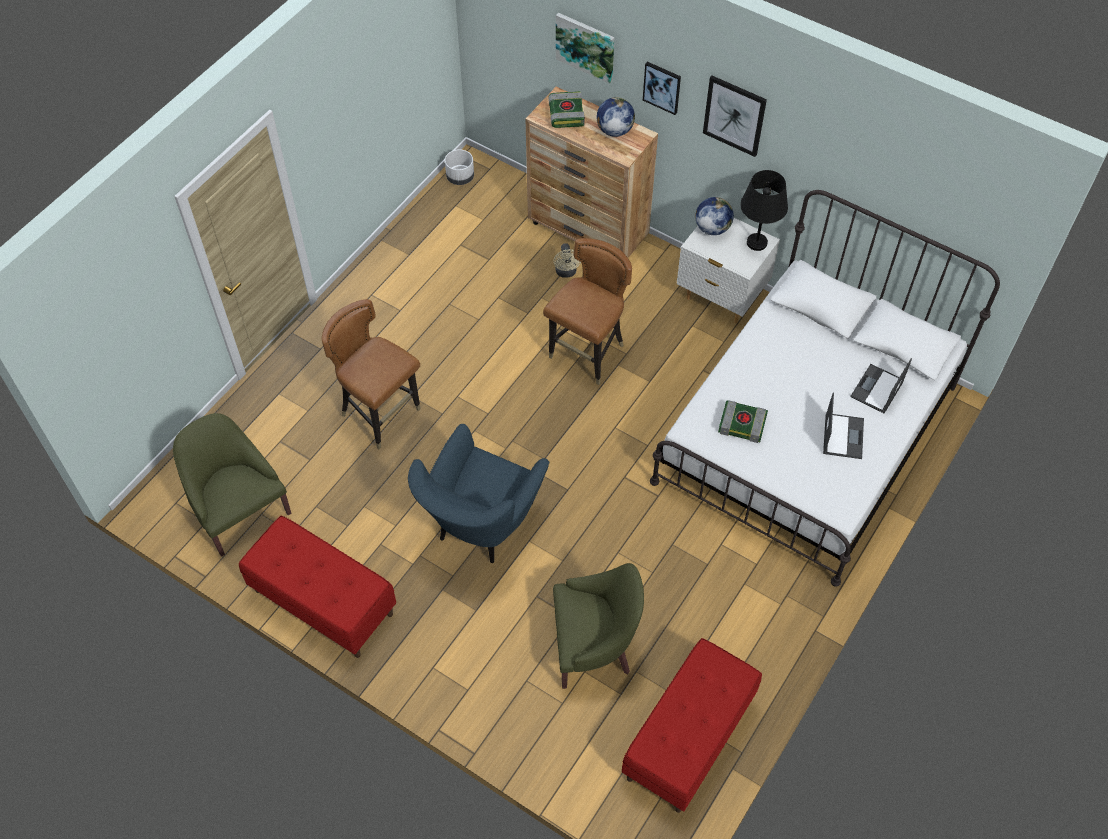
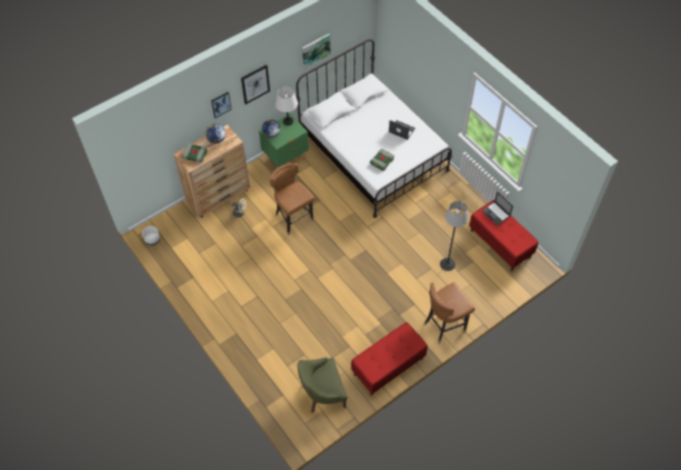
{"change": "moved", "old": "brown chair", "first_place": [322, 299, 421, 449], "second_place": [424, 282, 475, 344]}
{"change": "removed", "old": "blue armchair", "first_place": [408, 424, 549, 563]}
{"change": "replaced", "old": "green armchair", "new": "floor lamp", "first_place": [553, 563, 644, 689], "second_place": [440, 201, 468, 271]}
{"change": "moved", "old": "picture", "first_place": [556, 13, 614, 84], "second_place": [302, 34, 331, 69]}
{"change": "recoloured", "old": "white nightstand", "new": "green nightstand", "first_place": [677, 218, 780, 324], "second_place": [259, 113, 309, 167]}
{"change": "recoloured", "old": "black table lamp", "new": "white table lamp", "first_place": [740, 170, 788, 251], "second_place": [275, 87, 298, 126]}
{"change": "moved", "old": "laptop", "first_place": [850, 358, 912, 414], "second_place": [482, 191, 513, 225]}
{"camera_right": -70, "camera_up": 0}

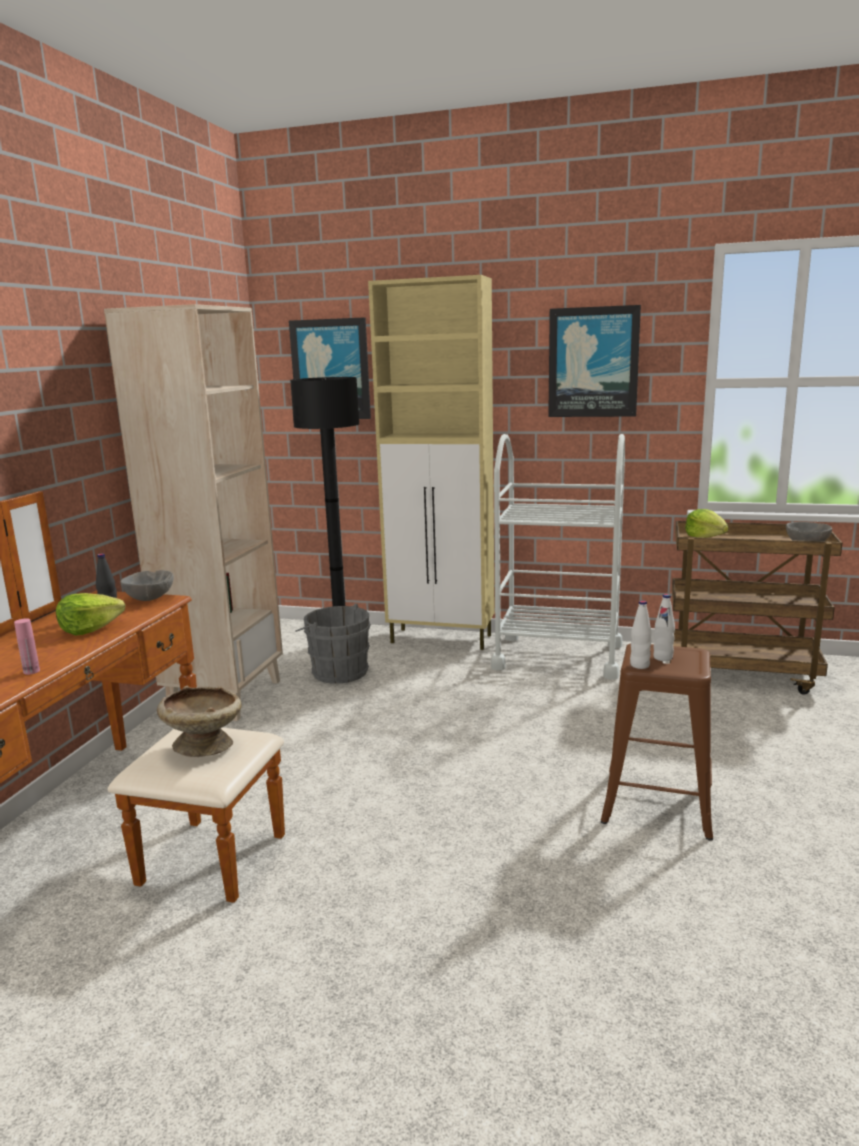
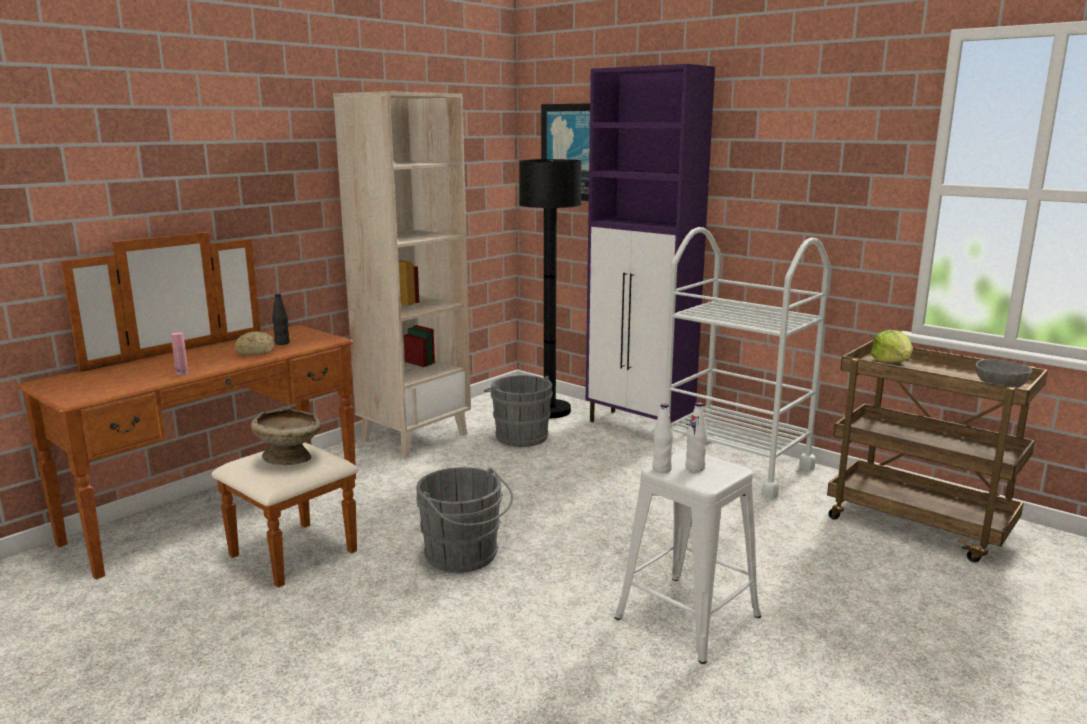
{"change": "replaced", "old": "lettuce", "new": "bread", "first_place": [56, 593, 125, 636], "second_place": [235, 332, 274, 355]}
{"change": "removed", "old": "grey bowl", "first_place": [121, 570, 174, 601]}
{"change": "recoloured", "old": "beige cabinet", "new": "purple cabinet", "first_place": [368, 275, 495, 650], "second_place": [586, 64, 715, 429]}
{"change": "removed", "old": "picture", "first_place": [548, 305, 641, 417]}
{"change": "recoloured", "old": "brown stool", "new": "white stool", "first_place": [601, 643, 713, 841], "second_place": [615, 450, 761, 664]}
{"change": "added", "new": "grey bucket", "second_place": [416, 467, 513, 573]}
{"camera_right": 25, "camera_up": 0}

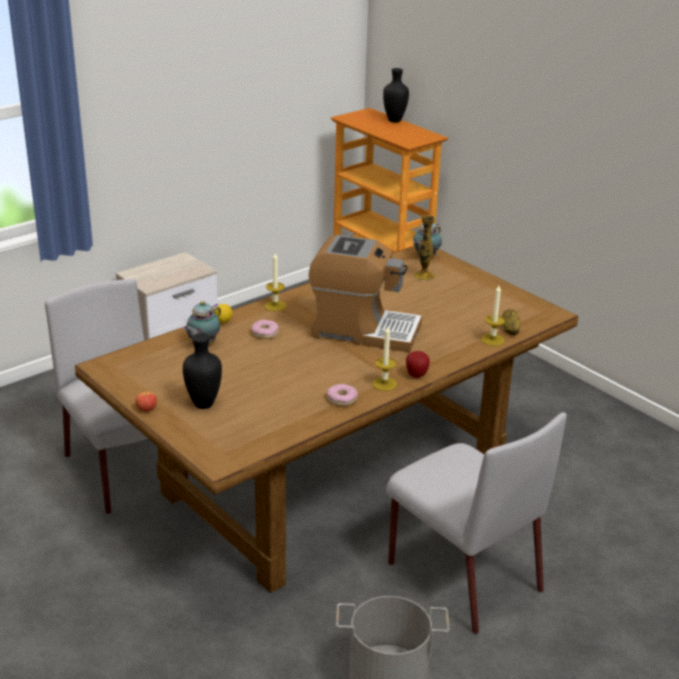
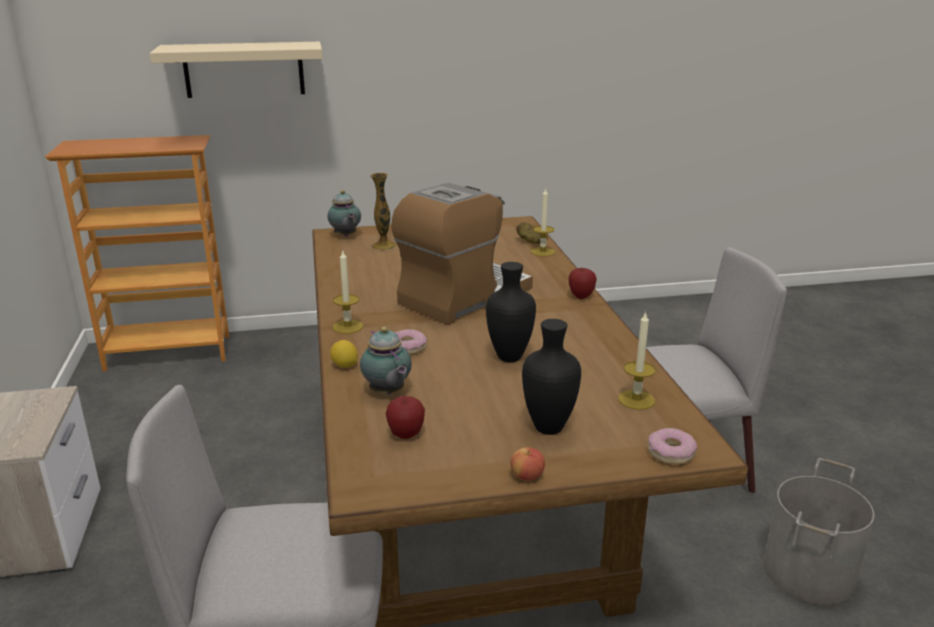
{"change": "moved", "old": "donut", "first_place": [327, 384, 358, 406], "second_place": [647, 428, 697, 464]}
{"change": "moved", "old": "candle", "first_place": [372, 326, 397, 391], "second_place": [618, 311, 656, 410]}
{"change": "moved", "old": "black vase", "first_place": [383, 68, 409, 123], "second_place": [486, 262, 536, 362]}
{"change": "added", "new": "beige shelf", "second_place": [149, 42, 323, 98]}
{"change": "added", "new": "apple", "second_place": [386, 396, 425, 439]}
{"camera_right": -60, "camera_up": -5}

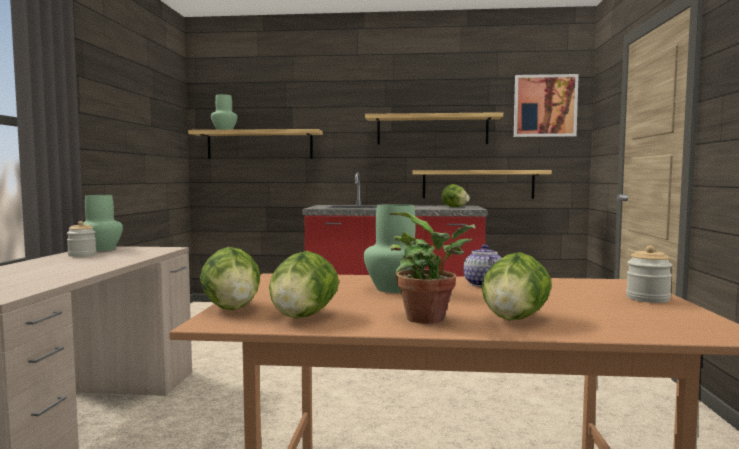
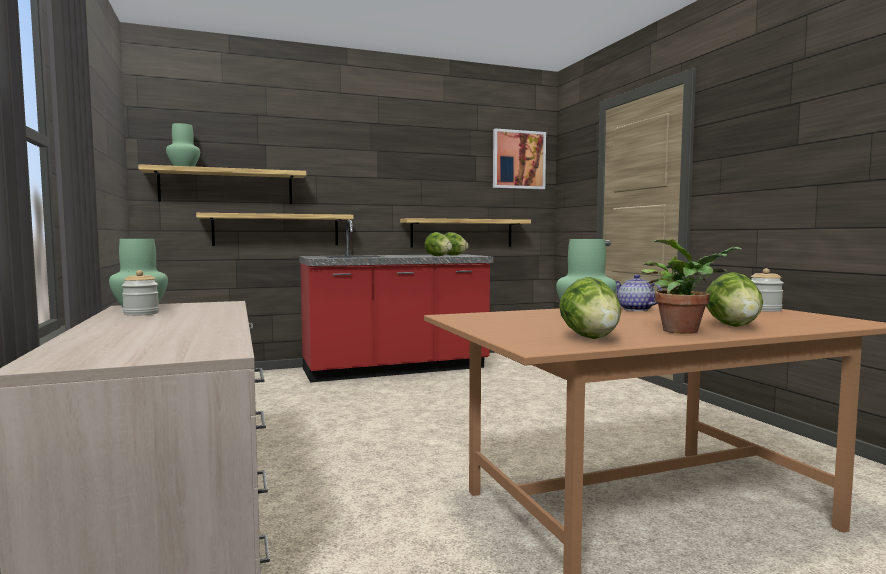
{"change": "moved", "old": "lettuce", "first_place": [200, 247, 260, 310], "second_place": [424, 232, 452, 256]}
{"change": "moved", "old": "shelf", "first_place": [365, 112, 503, 145], "second_place": [196, 213, 354, 246]}
{"camera_right": -25, "camera_up": 0}

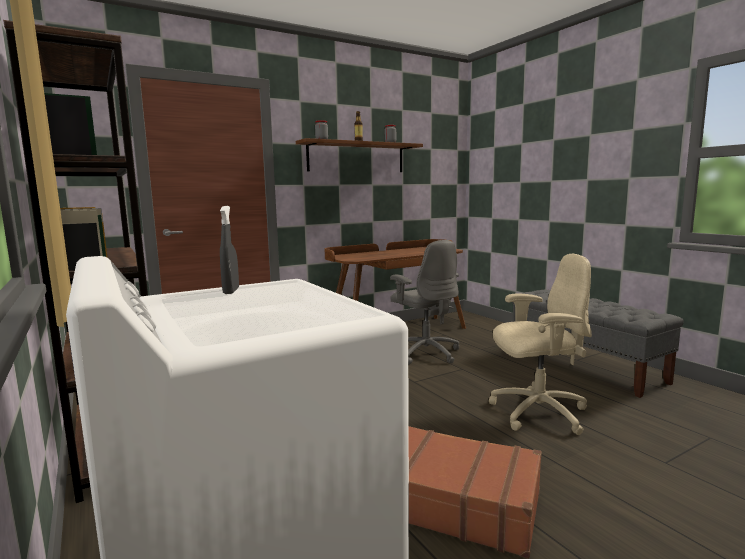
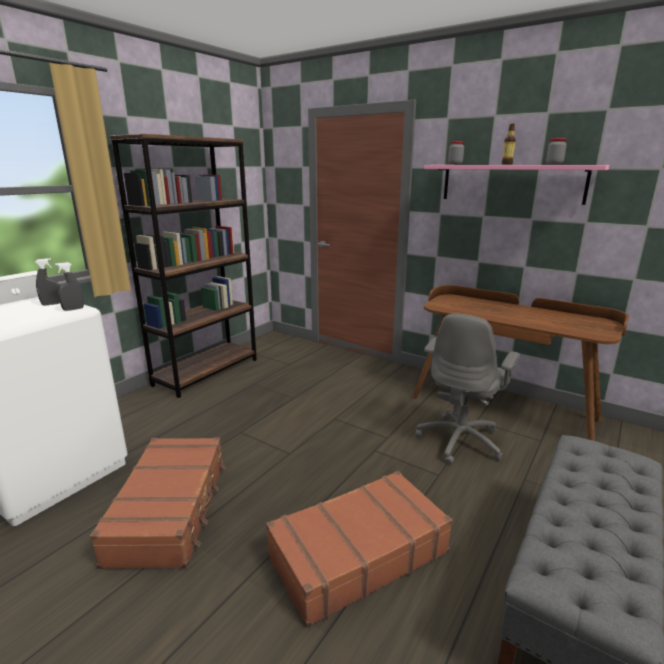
{"change": "recoloured", "old": "brown shelf", "new": "pink shelf", "first_place": [296, 138, 423, 172], "second_place": [424, 165, 609, 205]}
{"change": "replaced", "old": "beige office chair", "new": "brown suitcase", "first_place": [489, 254, 592, 435], "second_place": [266, 471, 453, 628]}
{"change": "added", "new": "grey spray bottle", "second_place": [55, 262, 84, 311]}
{"camera_right": 65, "camera_up": 10}

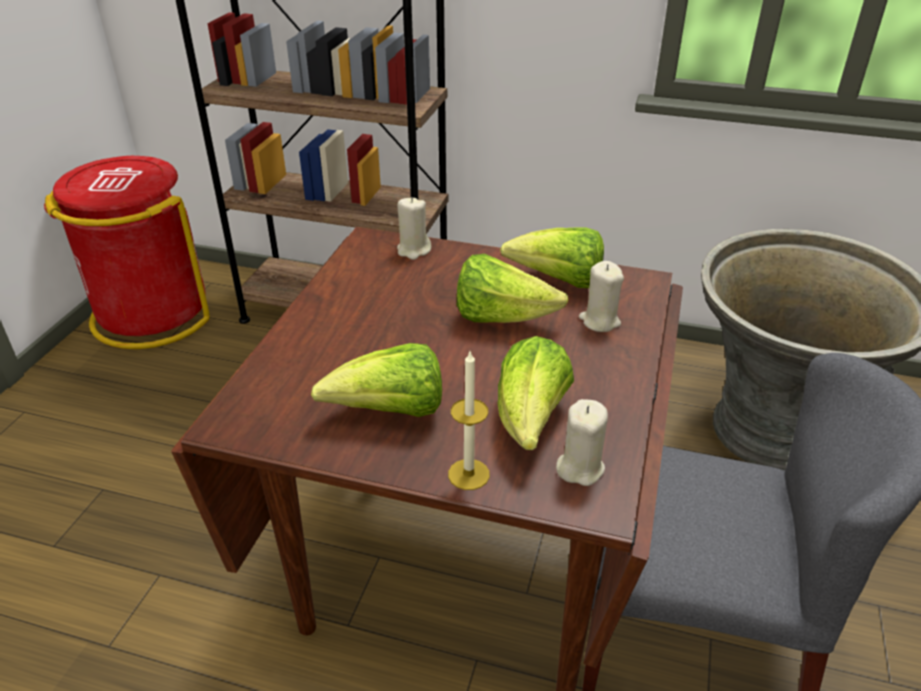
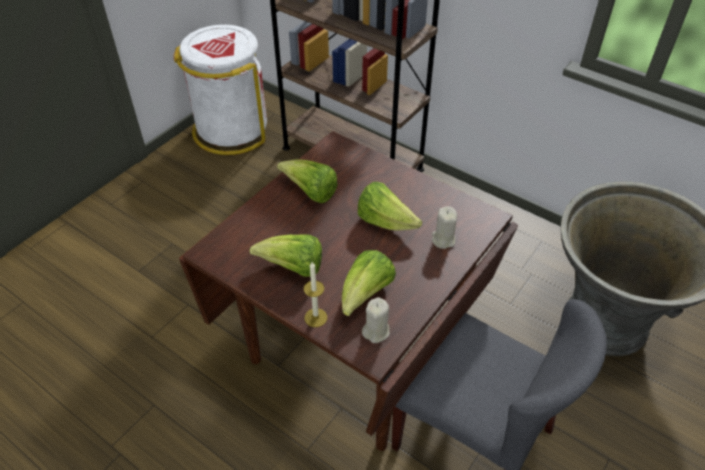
{"change": "recoloured", "old": "red trash can", "new": "white trash can", "first_place": [44, 156, 210, 349], "second_place": [173, 25, 267, 155]}
{"change": "removed", "old": "beige candle", "first_place": [397, 197, 432, 260]}
{"change": "moved", "old": "lettuce", "first_place": [500, 227, 604, 288], "second_place": [277, 159, 338, 203]}
{"camera_right": 20, "camera_up": 10}

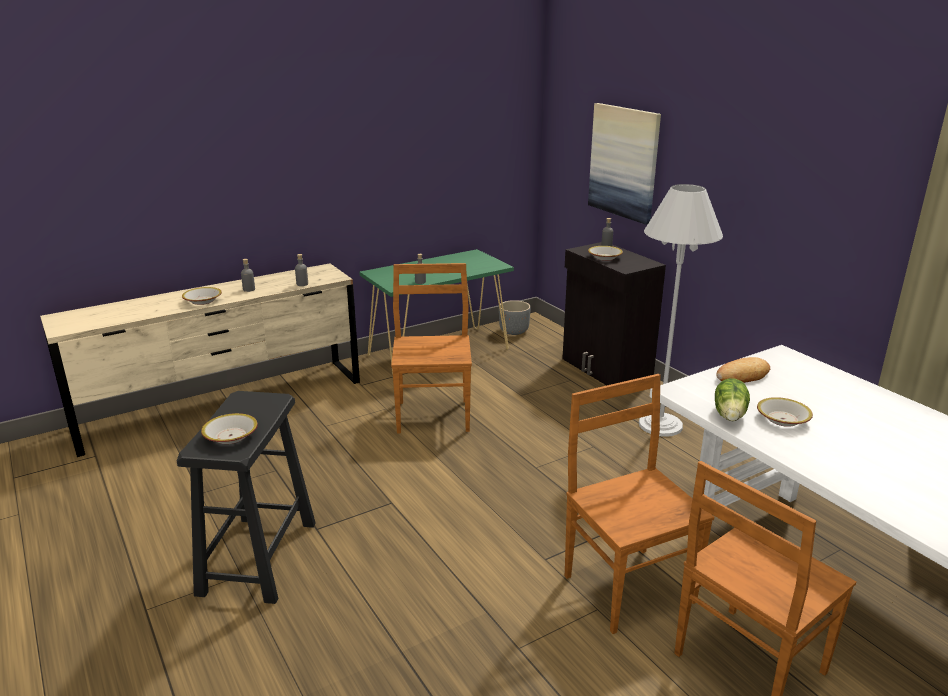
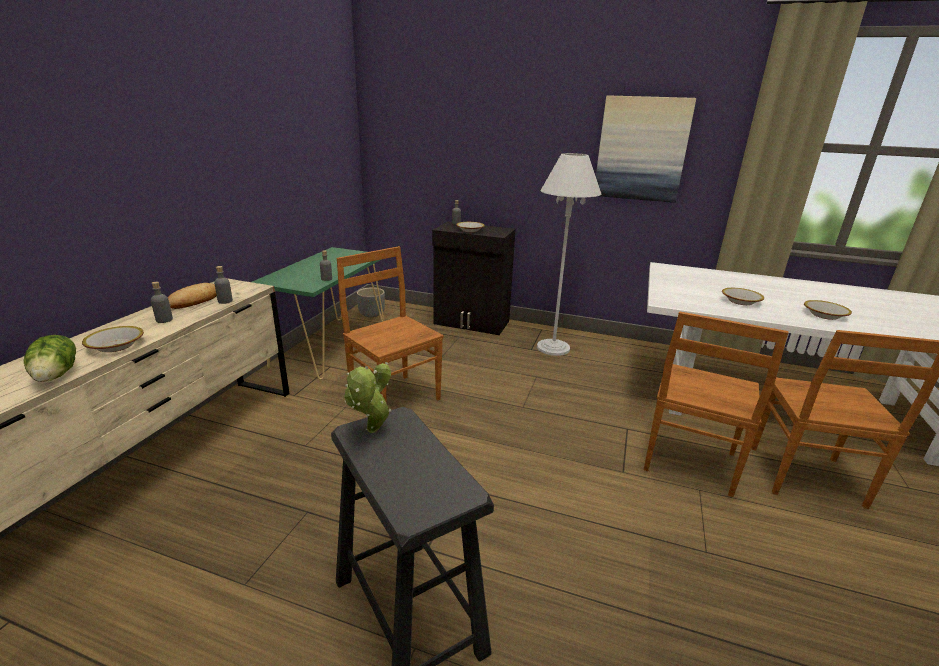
{"change": "moved", "old": "bowl", "first_place": [201, 413, 258, 444], "second_place": [804, 300, 852, 320]}
{"change": "turned", "old": "brown chair", "first_place": [565, 374, 714, 634], "second_place": [644, 312, 789, 497], "degrees": -90}
{"change": "moved", "old": "picture", "first_place": [588, 103, 661, 225], "second_place": [596, 95, 696, 203]}
{"change": "moved", "old": "lettuce", "first_place": [715, 378, 750, 421], "second_place": [24, 335, 76, 382]}
{"change": "moved", "old": "bread", "first_place": [716, 357, 770, 383], "second_place": [168, 283, 217, 309]}
{"change": "added", "new": "potted plant", "second_place": [344, 362, 391, 433]}
{"camera_right": -40, "camera_up": 0}

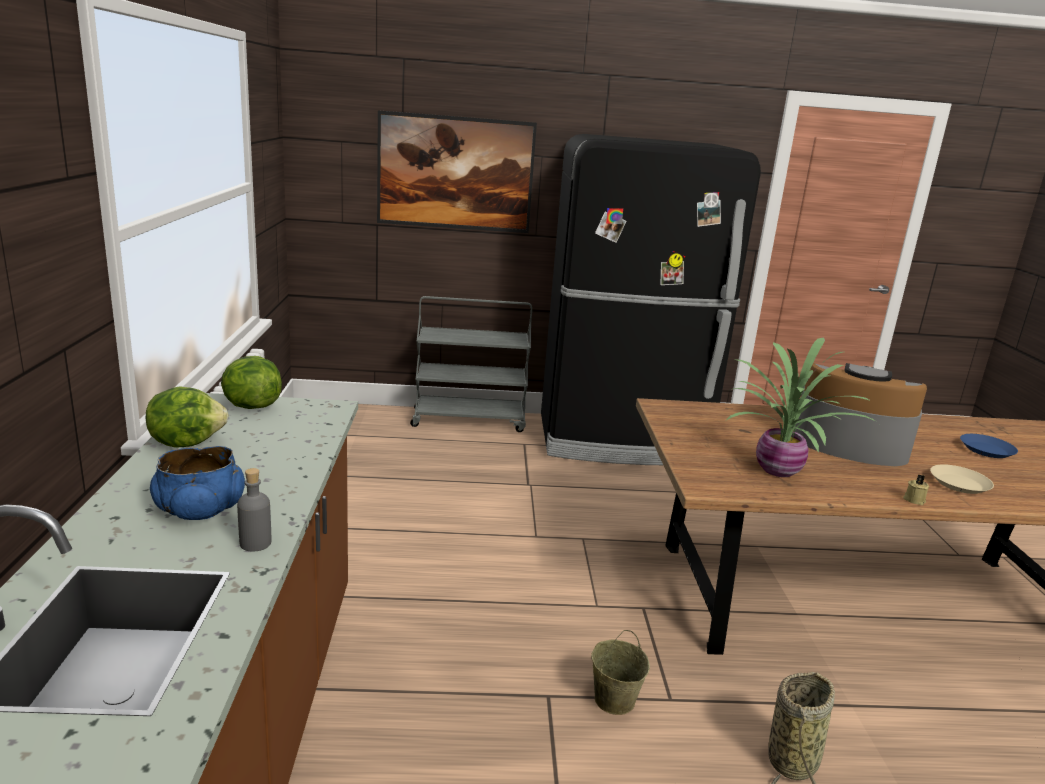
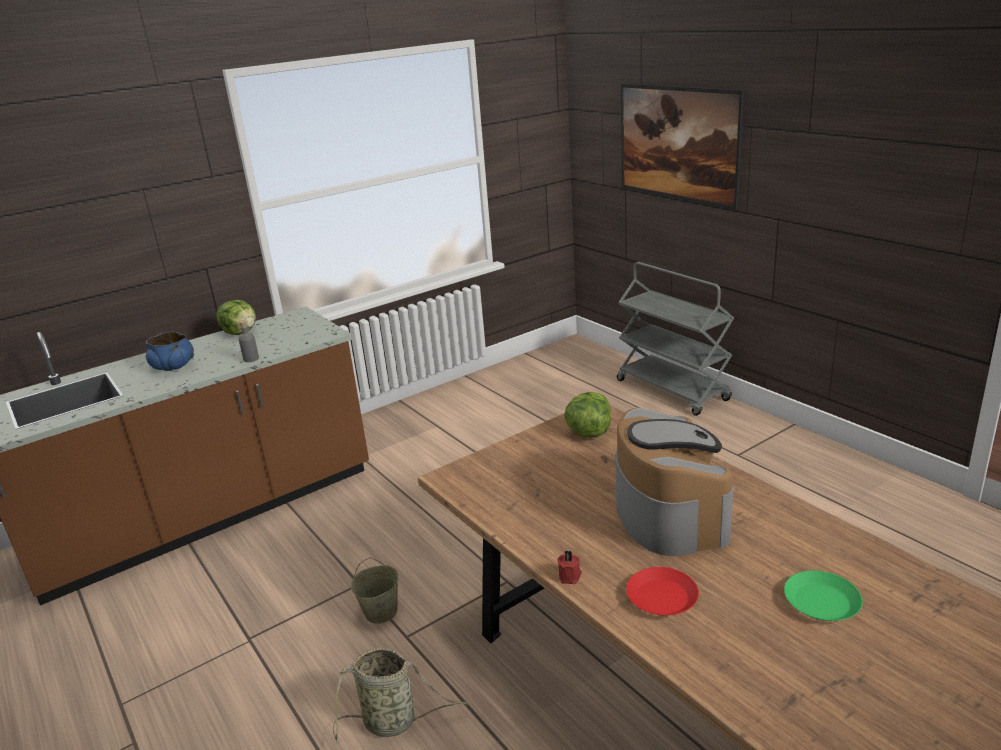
{"change": "moved", "old": "lettuce", "first_place": [221, 356, 282, 409], "second_place": [564, 392, 611, 438]}
{"change": "moved", "old": "grey bottle", "first_place": [237, 468, 271, 552], "second_place": [239, 320, 259, 362]}
{"change": "removed", "old": "black fridge", "first_place": [541, 134, 761, 465]}
{"change": "removed", "old": "potted plant", "first_place": [725, 337, 878, 477]}
{"change": "recoloured", "old": "beige candle", "new": "red candle", "first_place": [903, 474, 929, 505], "second_place": [557, 550, 582, 584]}
{"change": "recoloured", "old": "beige plate", "new": "red plate", "first_place": [930, 464, 994, 494], "second_place": [626, 567, 699, 616]}
{"change": "recoloured", "old": "blue plate", "new": "green plate", "first_place": [960, 434, 1018, 458], "second_place": [784, 570, 863, 621]}
{"camera_right": 60, "camera_up": 5}

